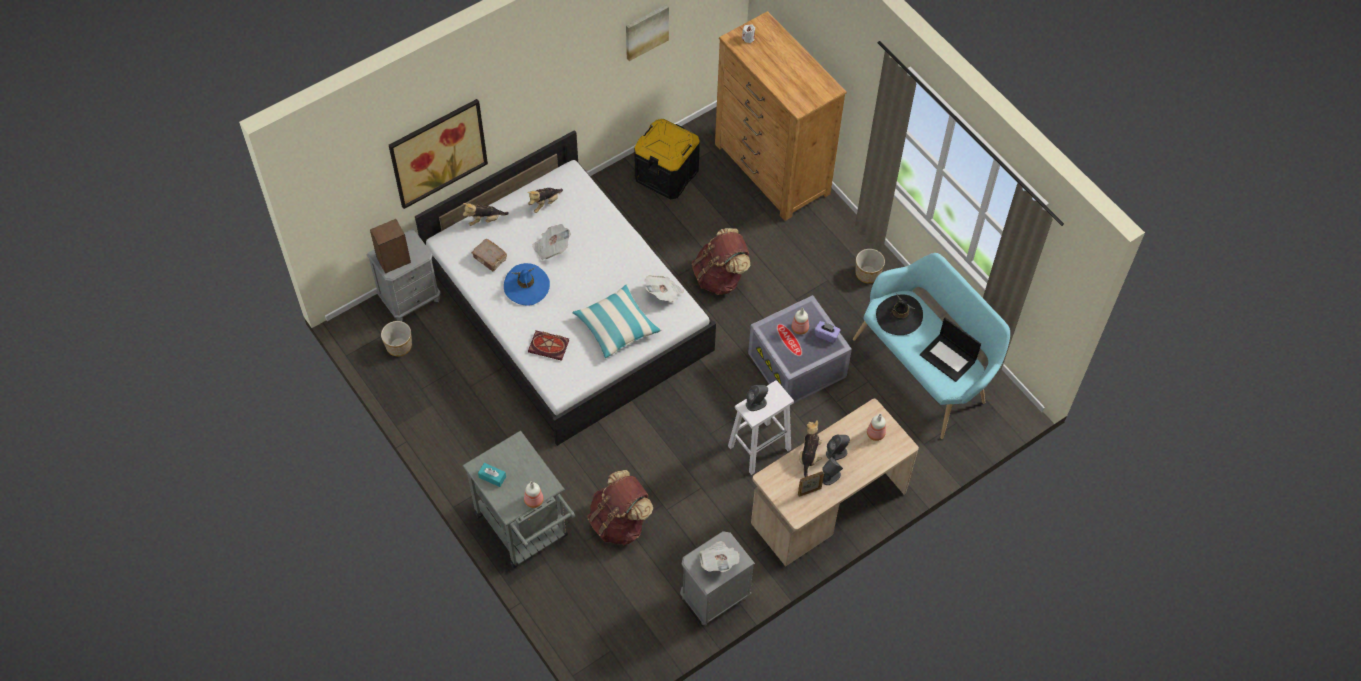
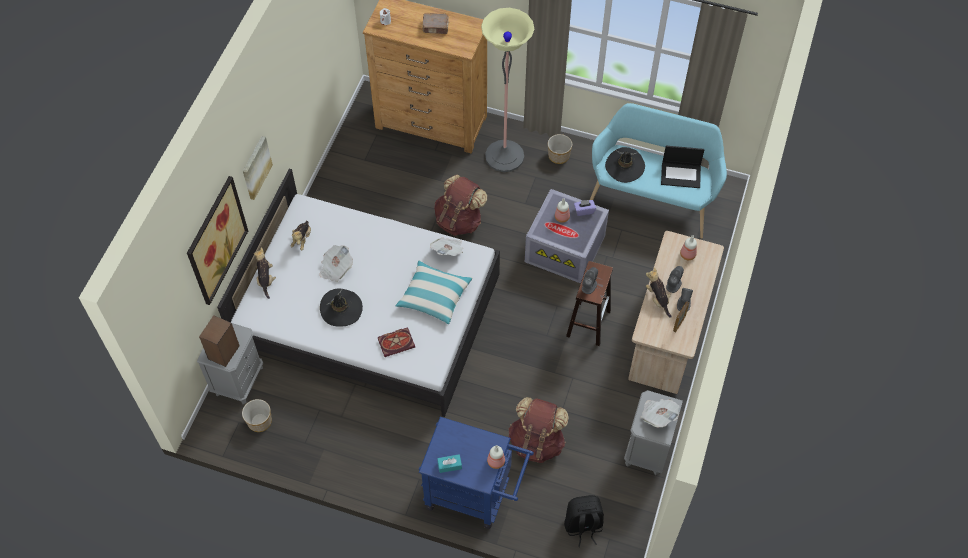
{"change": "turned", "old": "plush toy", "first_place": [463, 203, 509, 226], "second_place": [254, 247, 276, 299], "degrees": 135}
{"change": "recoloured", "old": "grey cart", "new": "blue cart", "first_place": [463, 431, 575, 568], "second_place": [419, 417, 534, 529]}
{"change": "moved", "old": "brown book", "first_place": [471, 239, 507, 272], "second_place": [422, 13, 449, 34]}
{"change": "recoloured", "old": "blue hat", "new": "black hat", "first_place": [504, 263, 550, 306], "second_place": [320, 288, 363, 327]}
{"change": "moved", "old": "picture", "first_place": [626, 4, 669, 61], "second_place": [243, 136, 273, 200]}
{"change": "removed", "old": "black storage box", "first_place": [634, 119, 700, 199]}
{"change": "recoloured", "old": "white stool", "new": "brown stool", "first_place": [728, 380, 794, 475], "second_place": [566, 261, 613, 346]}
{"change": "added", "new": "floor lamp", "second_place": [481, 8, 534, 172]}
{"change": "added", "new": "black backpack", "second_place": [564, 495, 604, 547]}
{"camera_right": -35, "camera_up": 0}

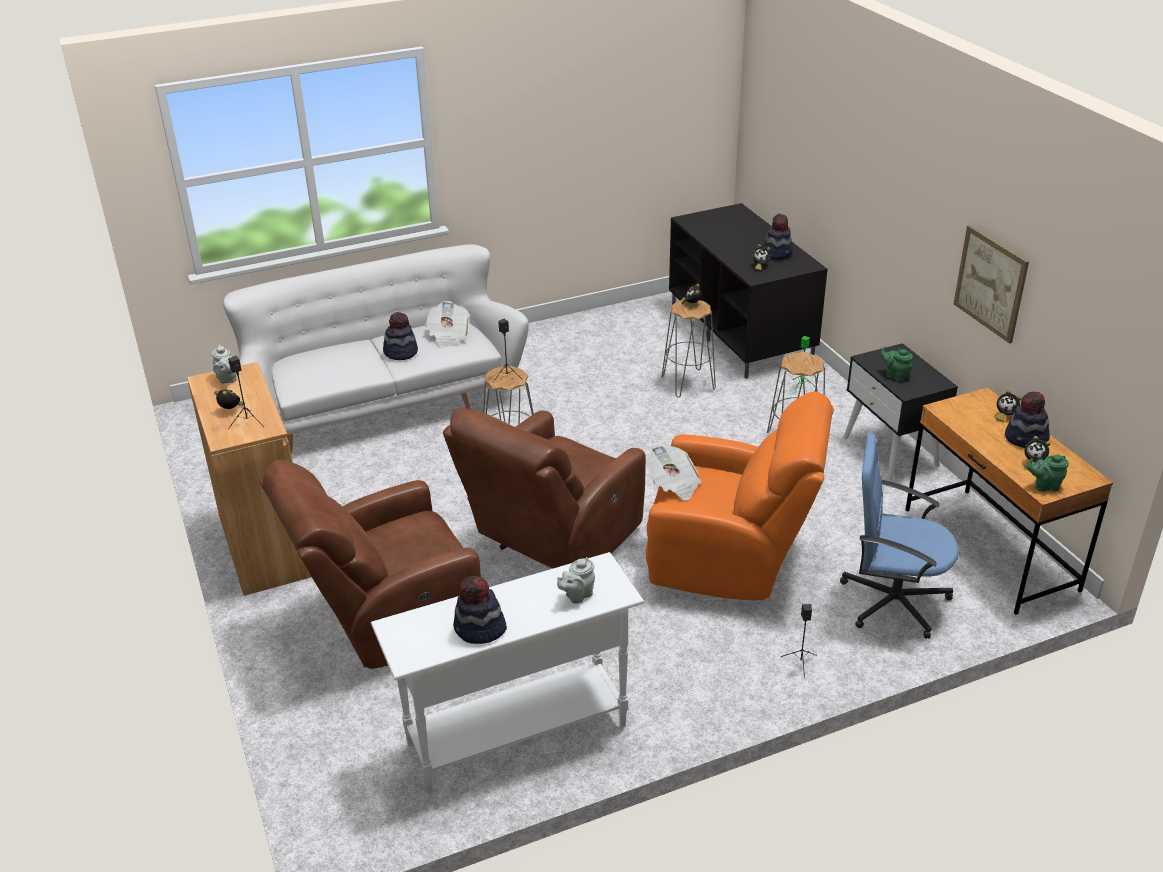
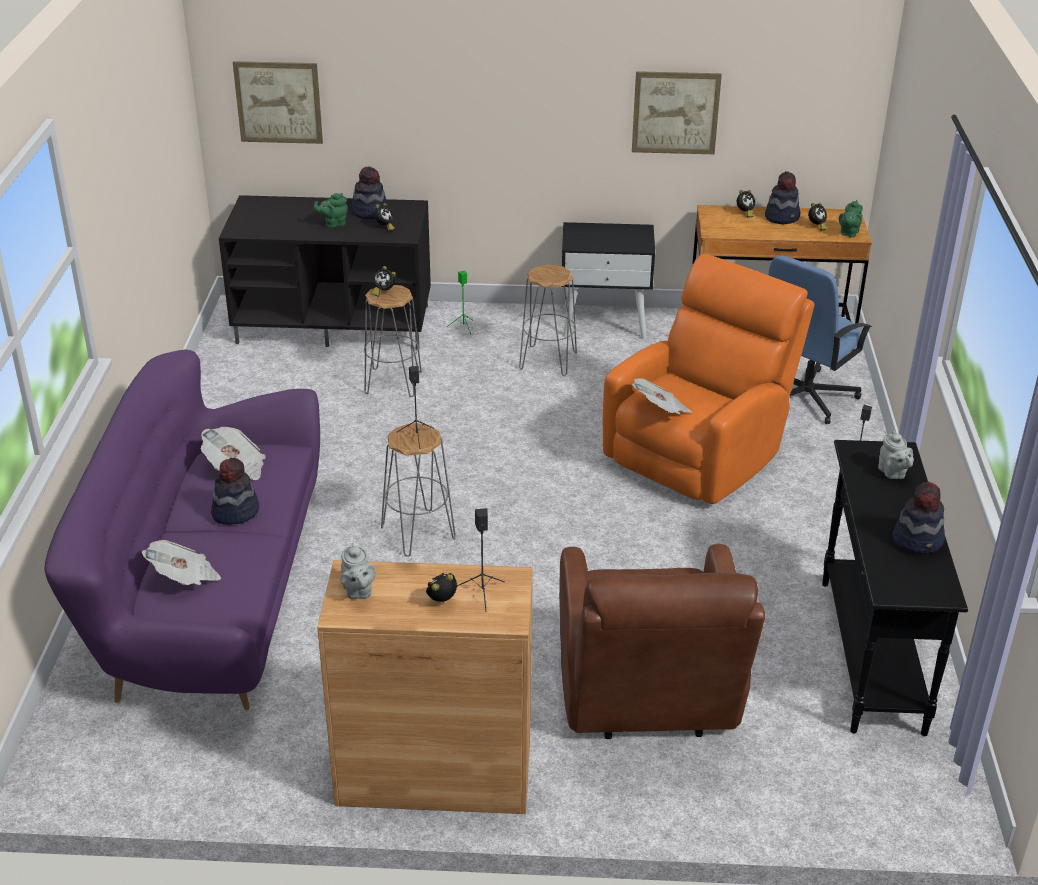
{"change": "turned", "old": "grey teapot", "first_place": [212, 344, 237, 384], "second_place": [340, 543, 376, 599], "degrees": 75}
{"change": "recoloured", "old": "white sofa", "new": "purple sofa", "first_place": [223, 244, 529, 454], "second_place": [44, 349, 320, 710]}
{"change": "recoloured", "old": "white console table", "new": "black console table", "first_place": [371, 552, 644, 794], "second_place": [822, 440, 968, 736]}
{"change": "removed", "old": "brown armchair", "first_place": [443, 408, 646, 569]}
{"change": "moved", "old": "green teapot", "first_place": [880, 347, 913, 381], "second_place": [314, 193, 348, 228]}
{"change": "added", "new": "newspaper", "second_place": [142, 540, 221, 585]}
{"change": "added", "new": "picture", "second_place": [233, 61, 323, 144]}
{"camera_right": -65, "camera_up": 0}

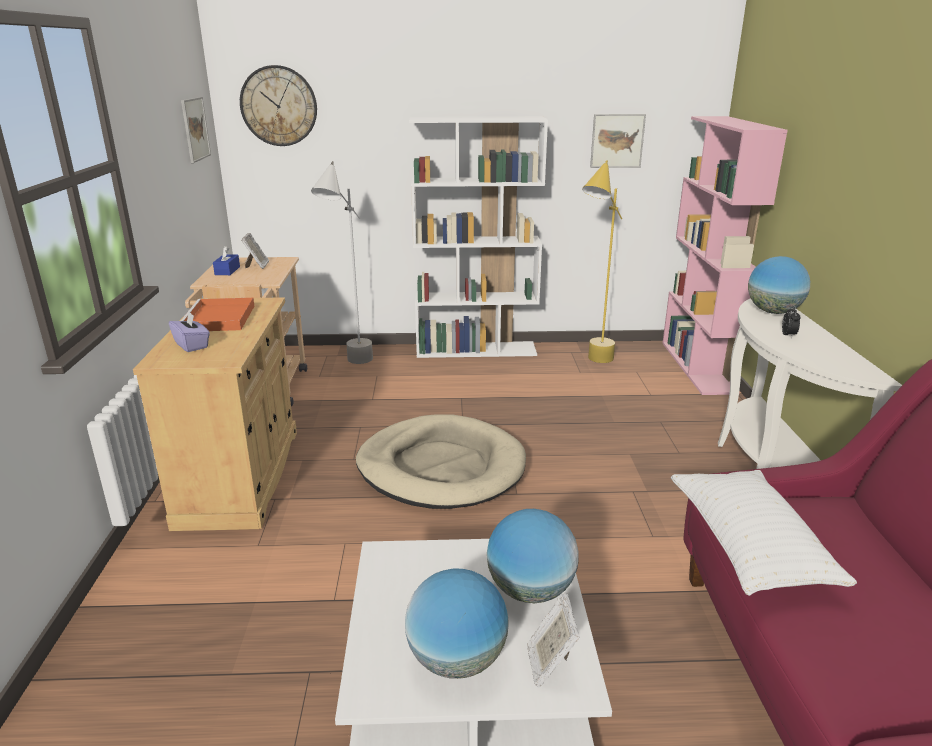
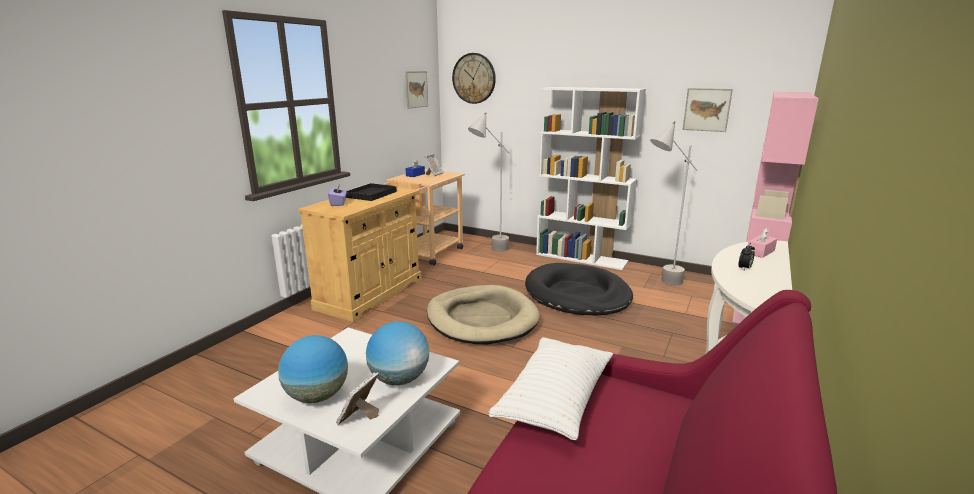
{"change": "recoloured", "old": "orange tray", "new": "black tray", "first_place": [181, 298, 254, 331], "second_place": [346, 183, 397, 201]}
{"change": "recoloured", "old": "yellow floor lamp", "new": "grey floor lamp", "first_place": [582, 160, 622, 363], "second_place": [650, 121, 697, 285]}
{"change": "replaced", "old": "globe", "new": "pink tissue box", "first_place": [748, 256, 810, 314], "second_place": [748, 228, 777, 258]}
{"change": "added", "new": "black dog bed", "second_place": [525, 263, 633, 315]}
{"camera_right": 30, "camera_up": -5}

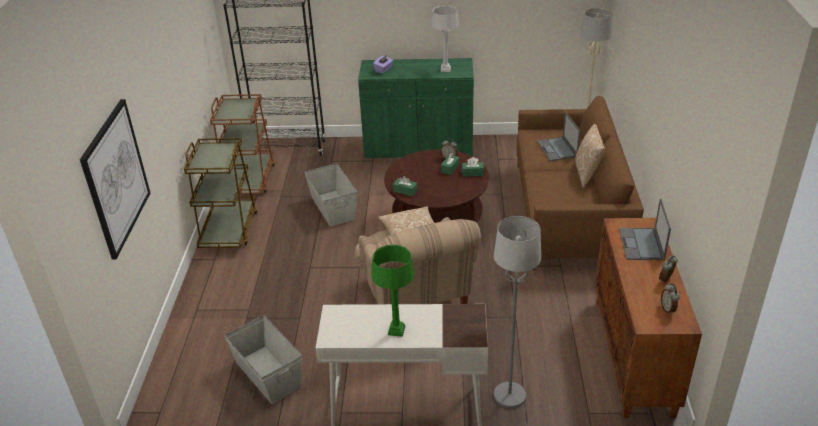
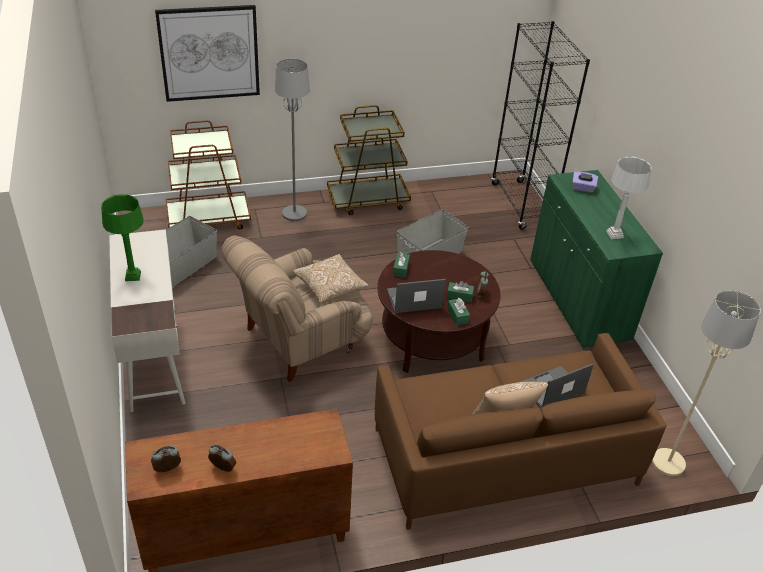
{"change": "moved", "old": "brown cart", "first_place": [210, 94, 275, 194], "second_place": [165, 120, 251, 229]}
{"change": "moved", "old": "grey floor lamp", "first_place": [494, 216, 541, 408], "second_place": [275, 59, 310, 221]}
{"change": "moved", "old": "laptop", "first_place": [619, 198, 671, 260], "second_place": [387, 279, 446, 313]}
{"camera_right": 70, "camera_up": 5}

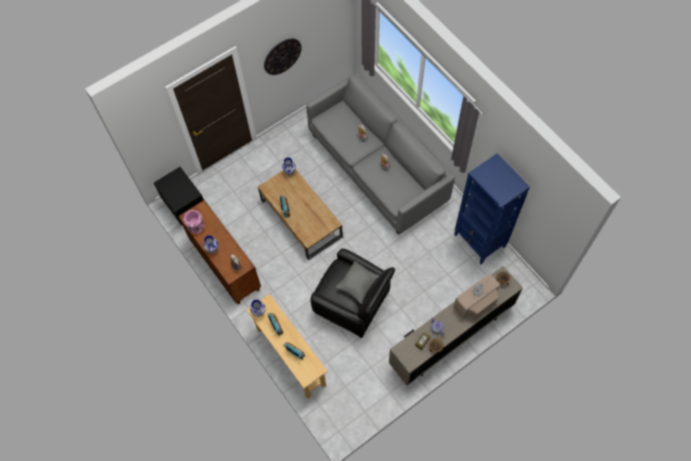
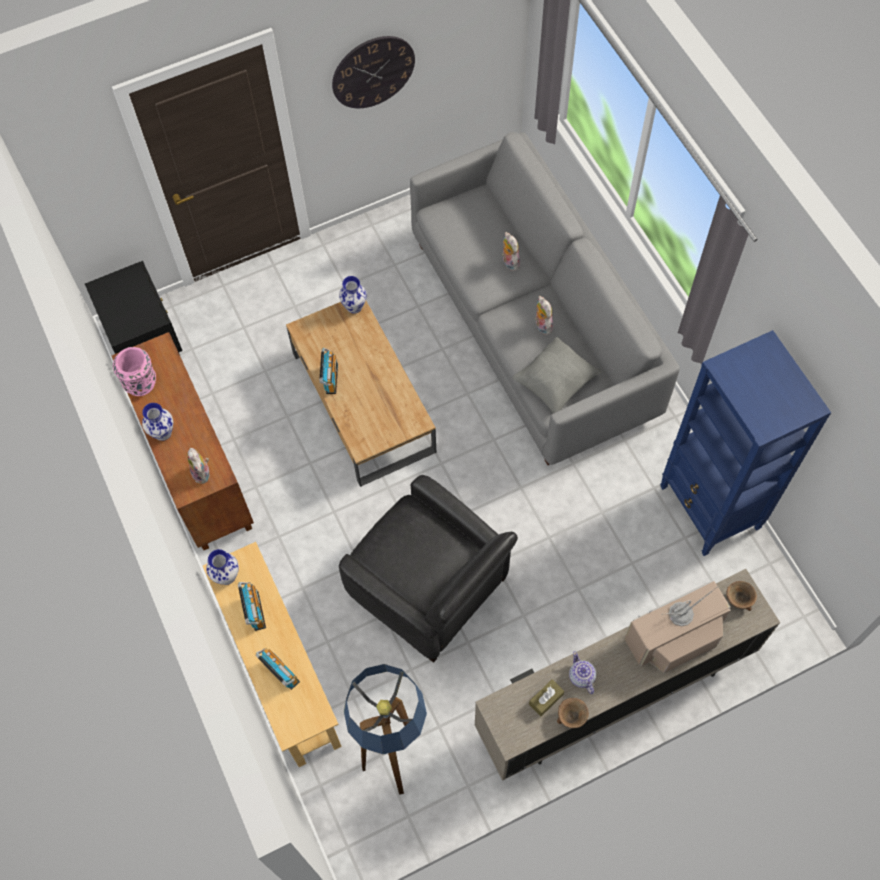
{"change": "moved", "old": "grey pillow", "first_place": [336, 261, 379, 304], "second_place": [513, 337, 601, 413]}
{"change": "added", "new": "floor lamp", "second_place": [344, 664, 427, 795]}
{"camera_right": 10, "camera_up": 0}

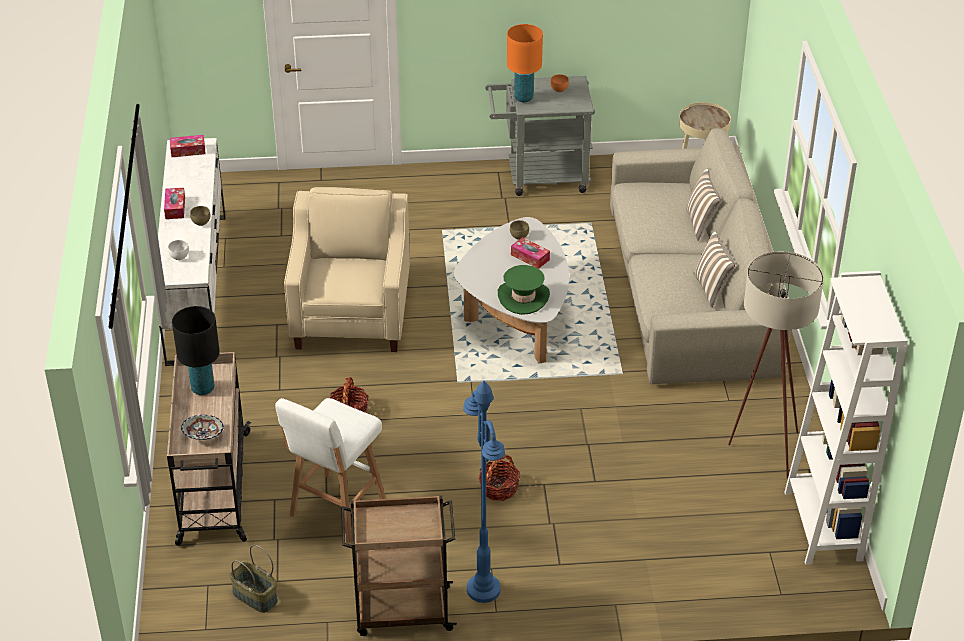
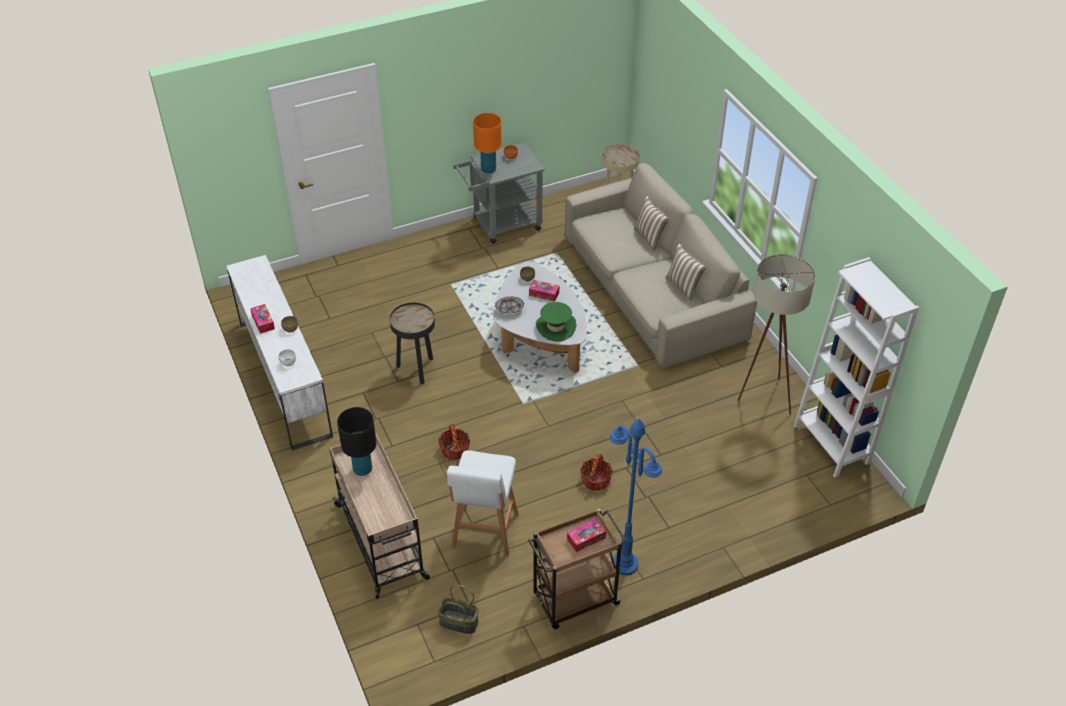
{"change": "moved", "old": "tissue box", "first_place": [170, 135, 206, 157], "second_place": [567, 519, 606, 552]}
{"change": "moved", "old": "bowl", "first_place": [181, 415, 224, 440], "second_place": [495, 296, 524, 314]}
{"change": "replaced", "old": "beige armchair", "new": "black side table", "first_place": [284, 187, 410, 352], "second_place": [390, 303, 435, 384]}
{"camera_right": -20, "camera_up": 5}

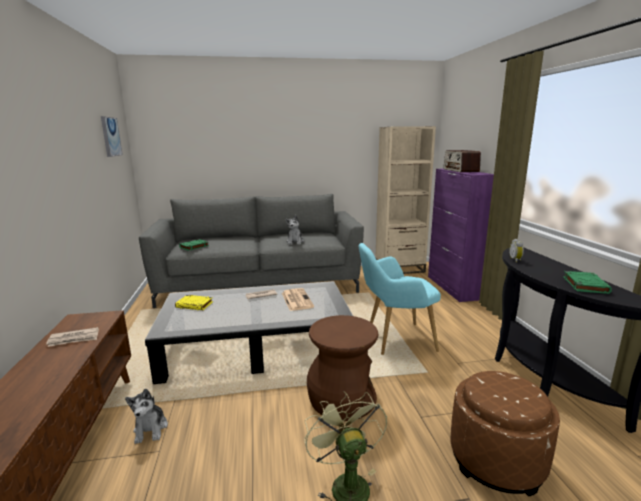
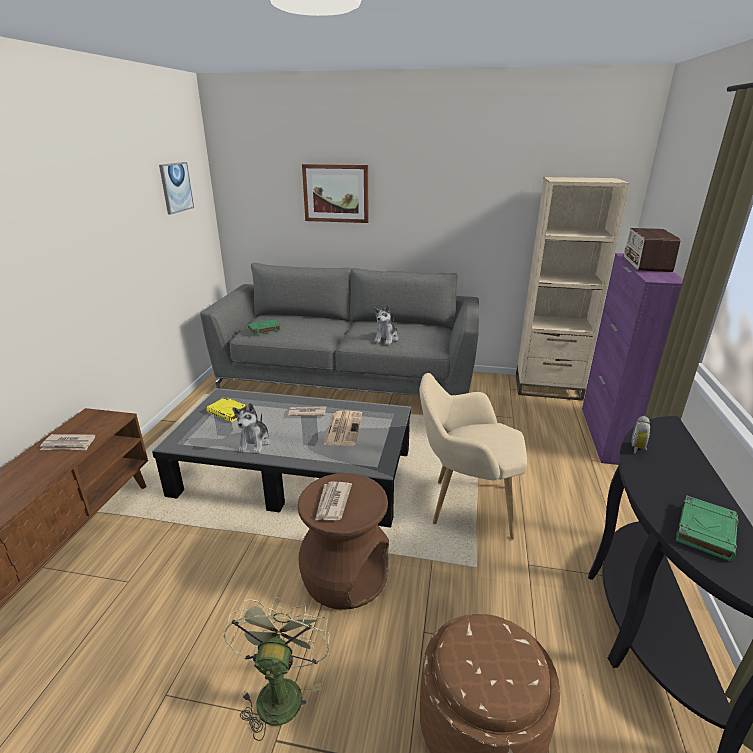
{"change": "moved", "old": "plush toy", "first_place": [125, 389, 168, 444], "second_place": [232, 403, 271, 454]}
{"change": "recoloured", "old": "turquoise armchair", "new": "beige armchair", "first_place": [359, 243, 441, 355], "second_place": [419, 373, 527, 539]}
{"change": "added", "new": "picture", "second_place": [302, 164, 369, 223]}
{"change": "added", "new": "newspaper", "second_place": [315, 482, 352, 520]}
{"camera_right": 20, "camera_up": 10}

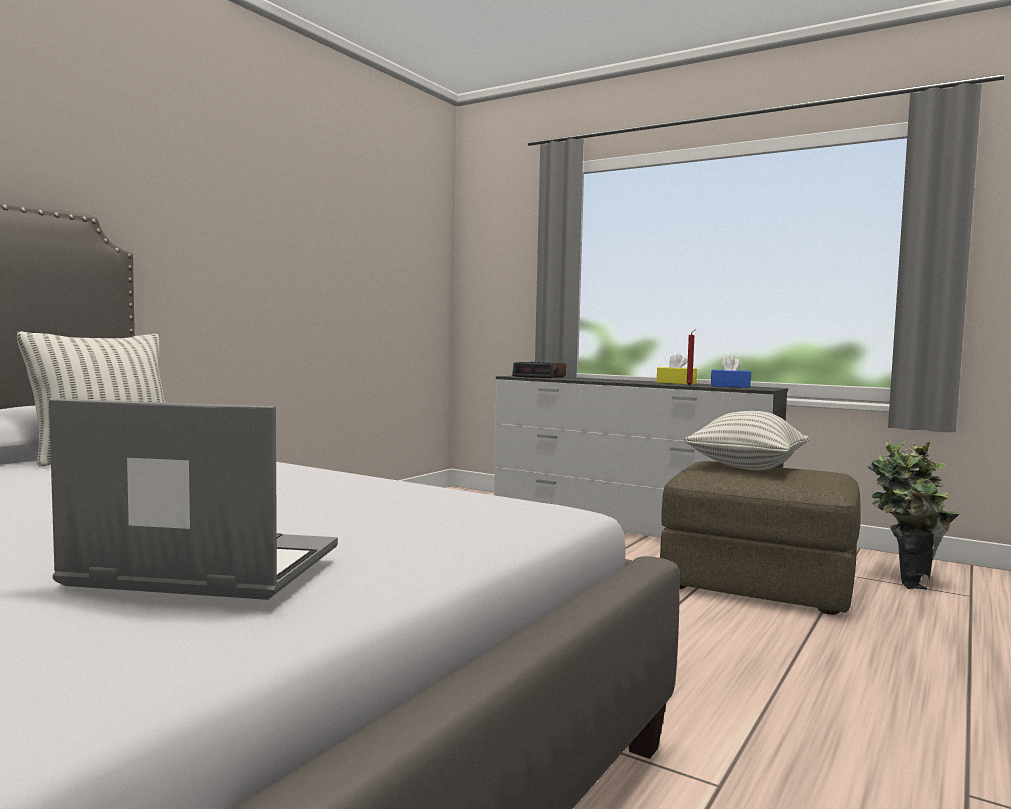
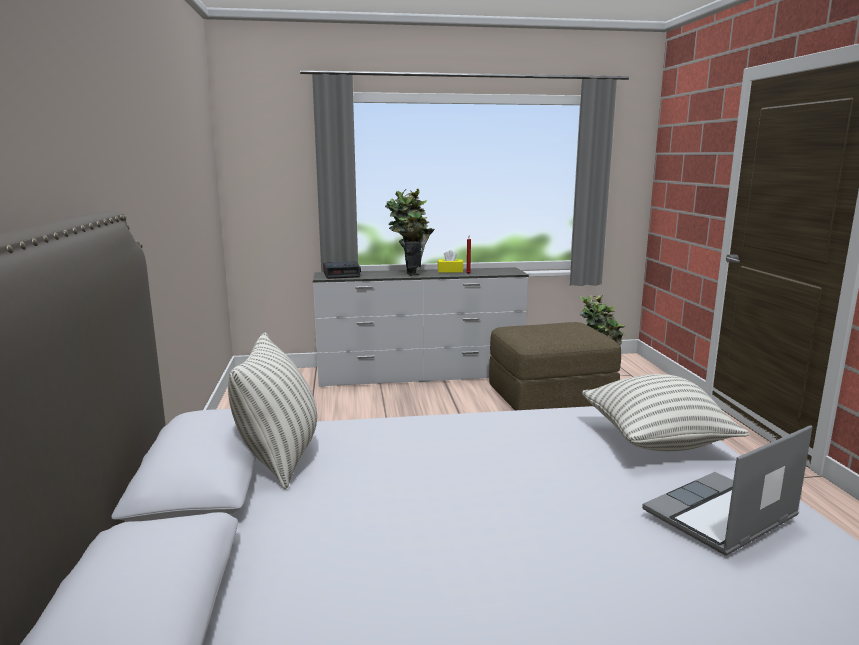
{"change": "moved", "old": "pillow", "first_place": [684, 411, 809, 470], "second_place": [582, 374, 749, 451]}
{"change": "removed", "old": "blue tissue box", "first_place": [711, 355, 751, 388]}
{"change": "added", "new": "potted plant", "second_place": [385, 189, 435, 276]}
{"camera_right": -40, "camera_up": 10}

